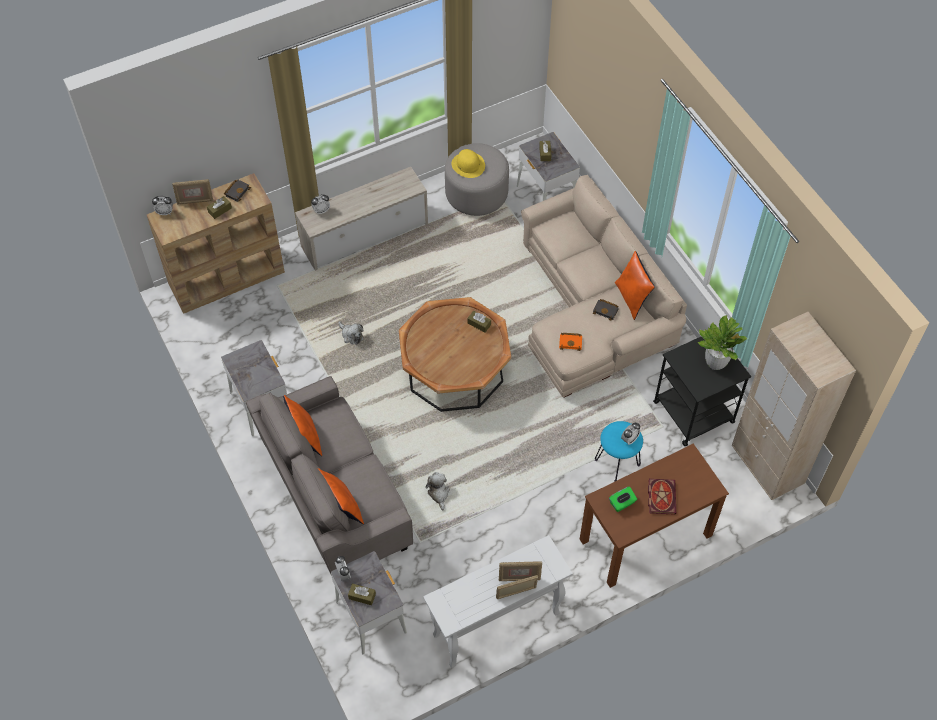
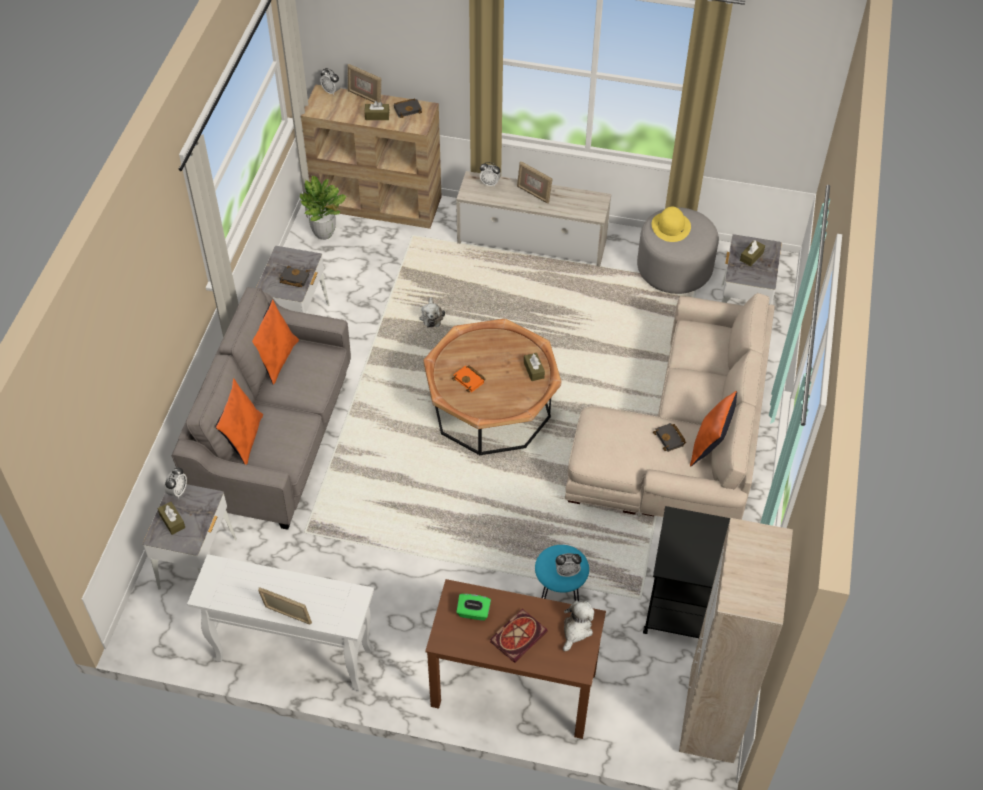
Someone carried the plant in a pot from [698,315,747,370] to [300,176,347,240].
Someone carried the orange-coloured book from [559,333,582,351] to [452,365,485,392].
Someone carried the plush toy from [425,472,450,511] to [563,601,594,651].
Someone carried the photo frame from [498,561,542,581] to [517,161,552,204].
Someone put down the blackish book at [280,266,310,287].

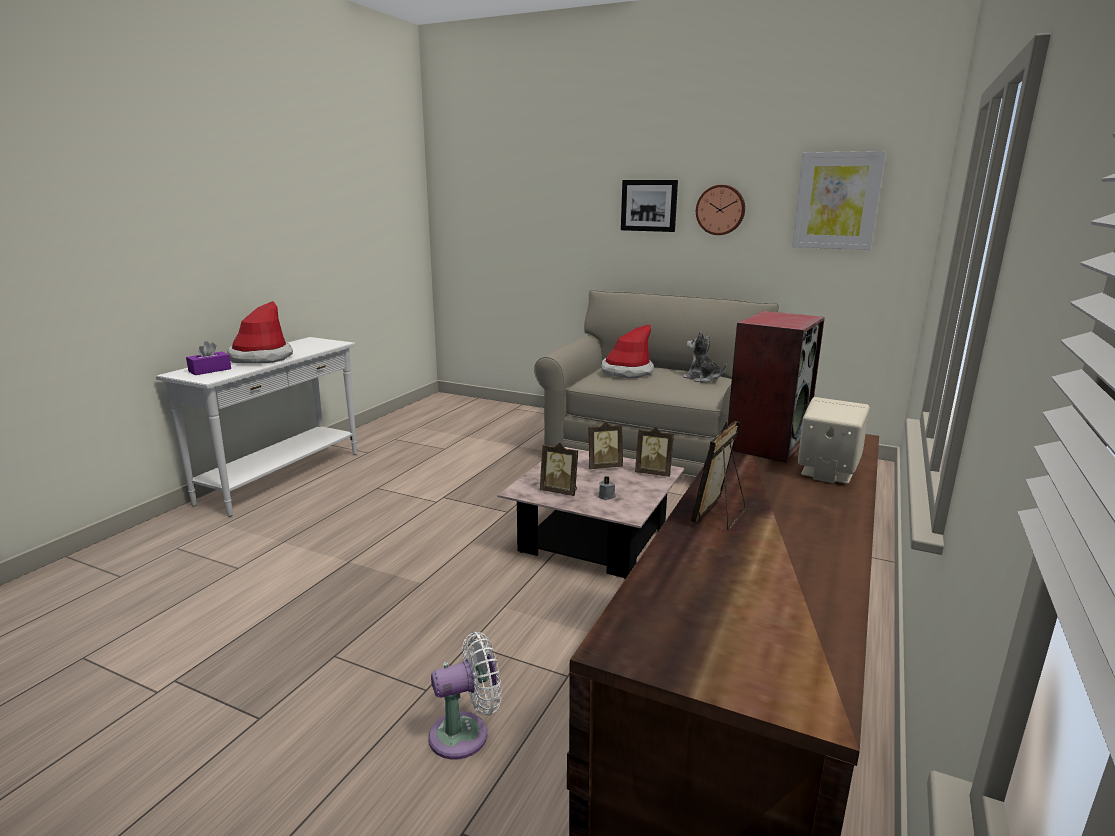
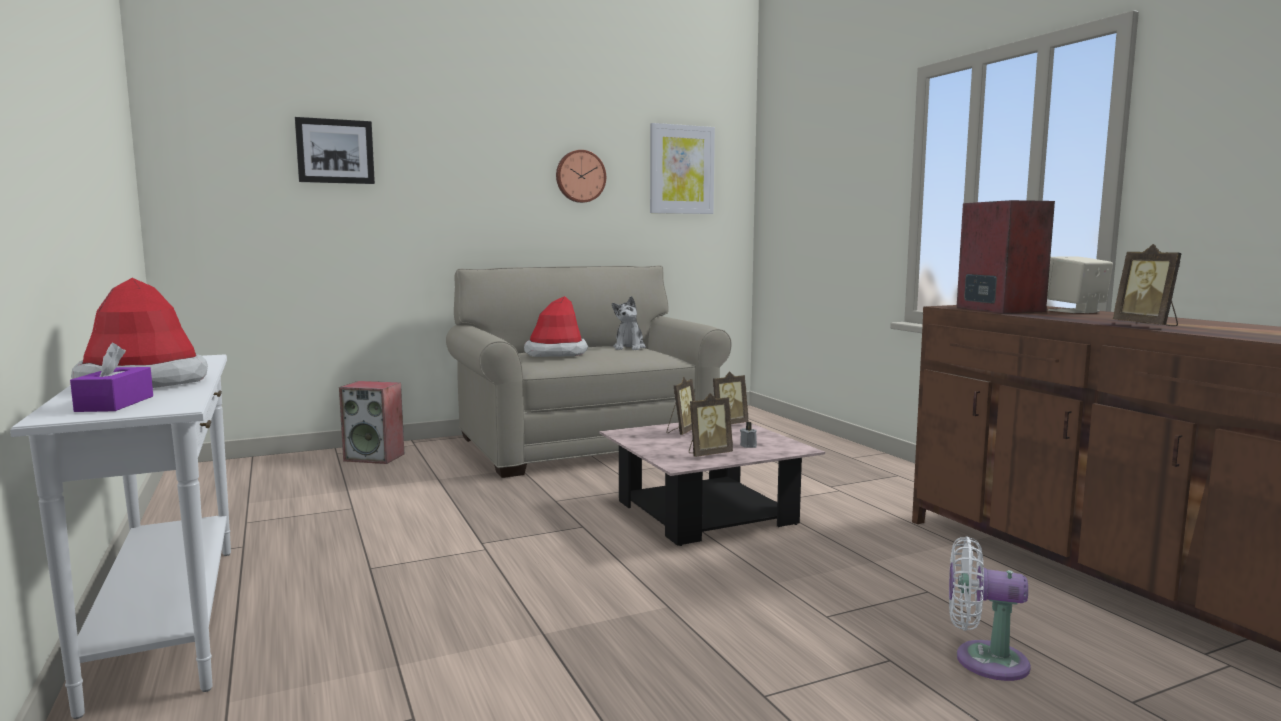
Someone carried the wall art from [621,180,678,232] to [295,117,375,184].
Someone rotated the plush toy at [683,331,727,383] by 75 degrees counterclockwise.
Someone rotated the white-coloured fan at [429,632,502,759] by 90 degrees counterclockwise.
Someone put down the speaker at [339,381,404,464].

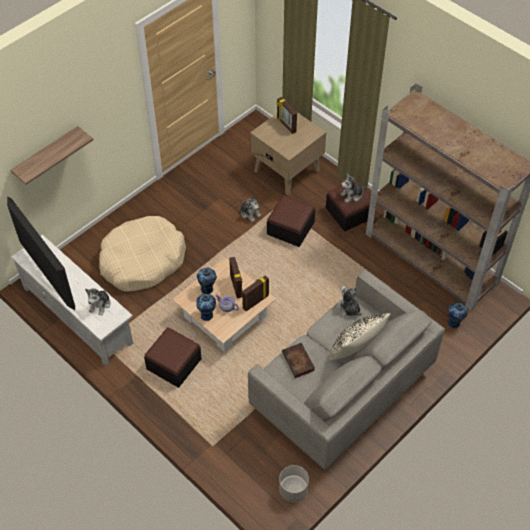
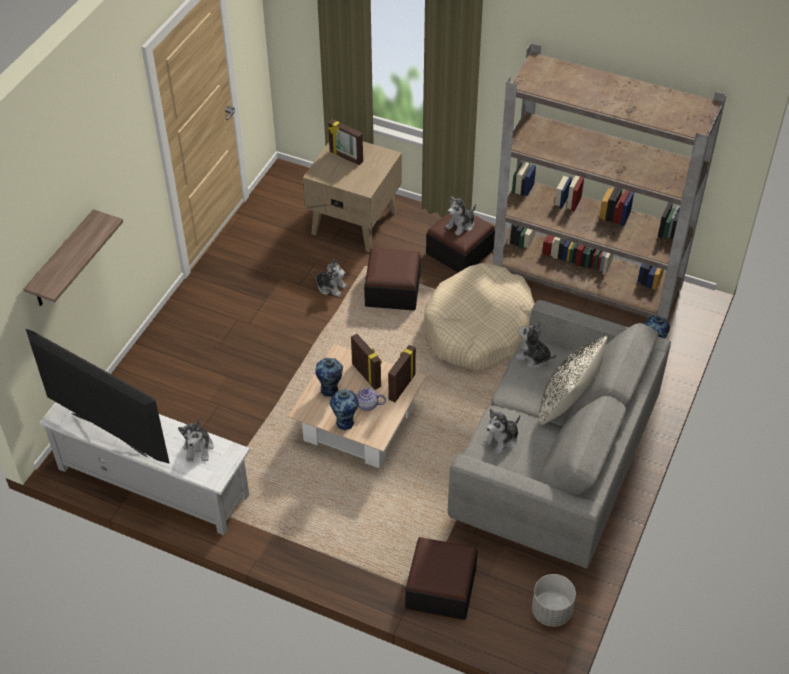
Someone carried the sand-coloured pet bed from [99,216,186,292] to [424,263,535,370].
Someone carried the pouffe from [144,327,202,387] to [405,537,478,620].
Someone swapped the book at [282,343,315,378] for the plush toy at [484,409,520,454].

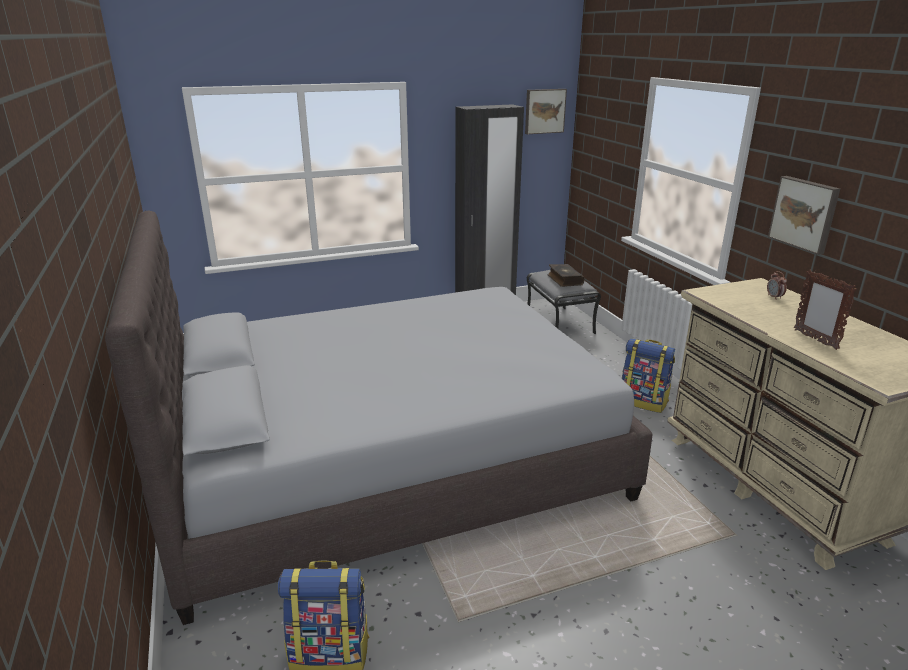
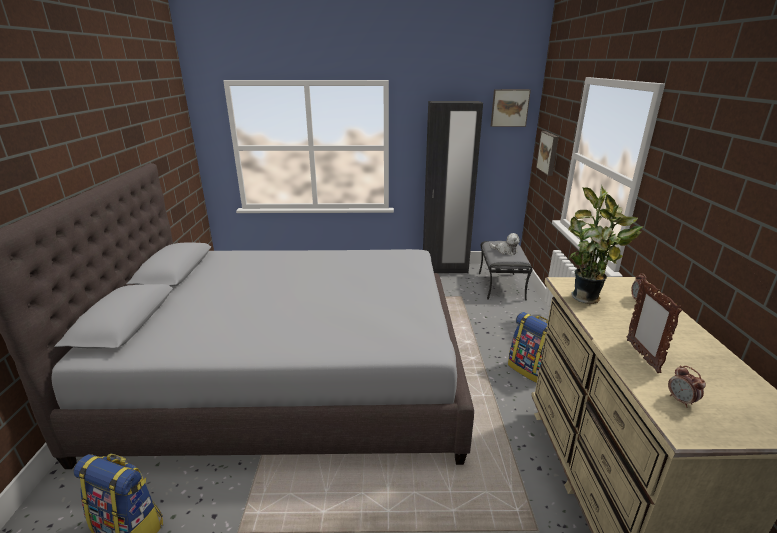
Someone carried the wall art from [768,176,840,255] to [536,131,559,176].
Someone swapped the book at [548,264,585,287] for the plush toy at [490,233,520,255].
Someone put down the plant in a pot at [568,185,643,304].
Someone put down the alarm clock at [668,365,706,408].

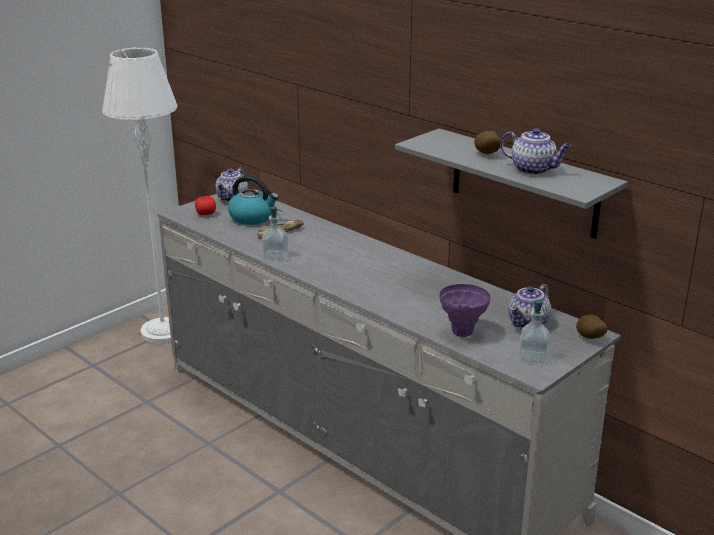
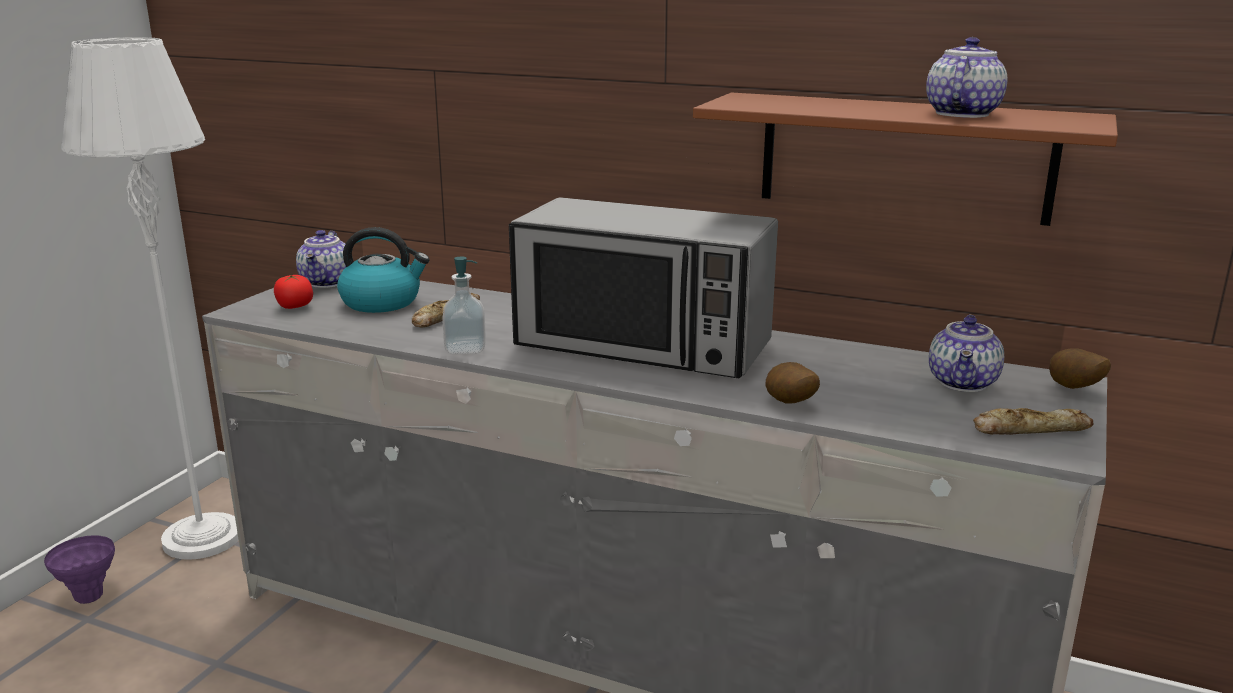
Someone repainted the gray wall shelf at [395,128,628,239], which became the brownish wall shelf at [693,93,1118,226].
Someone rotated the tea pot at [500,128,571,175] by 75 degrees counterclockwise.
Someone carried the whole potato from [474,131,501,154] to [766,362,820,404].
Someone carried the purple flower vase from [440,284,490,337] to [44,535,115,604].
Someone swapped the soap bottle at [519,299,550,364] for the baked bread at [973,408,1093,435].
Someone put down the microwave oven at [509,198,778,378].

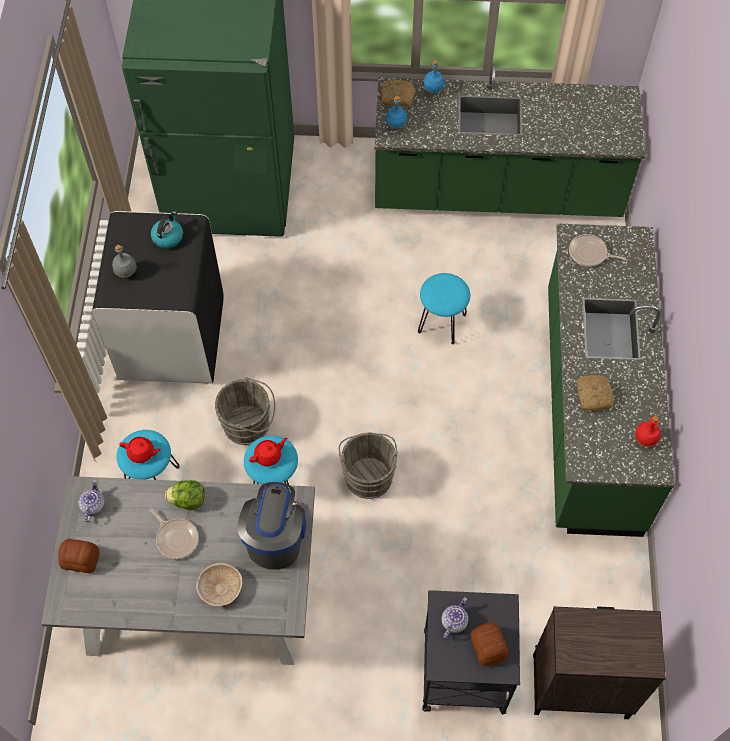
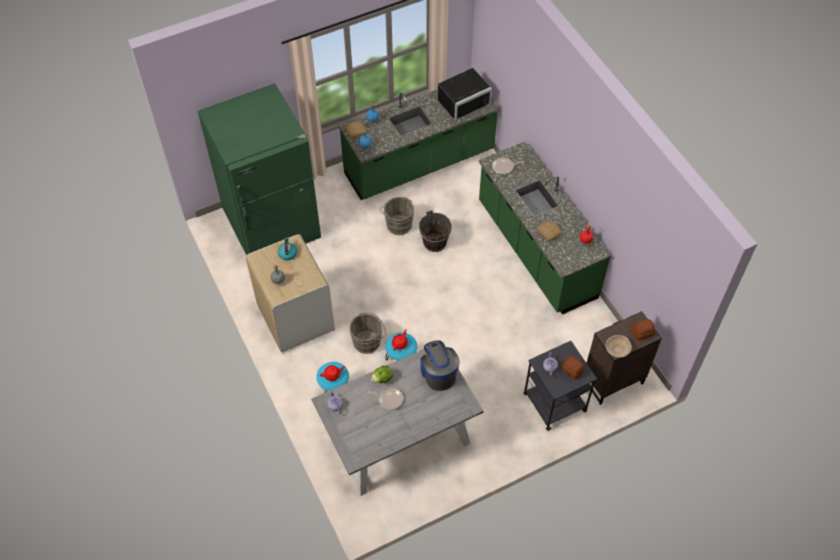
Someone repainted the blackish chest of drawers at [92,211,224,384], which became the sand-coloured chest of drawers at [246,234,335,353].
Someone swapped the turquoise stool at [418,273,470,345] for the brownish water bucket at [419,210,451,252].
Someone carried the gray water bucket from [339,433,398,499] to [380,197,414,235].
Someone carried the baked bread from [58,539,100,573] to [631,319,655,341].
Someone carried the sand-coloured bowl from [196,563,242,606] to [606,335,632,357].
Someone put down the blackish microwave oven at [437,68,492,121].

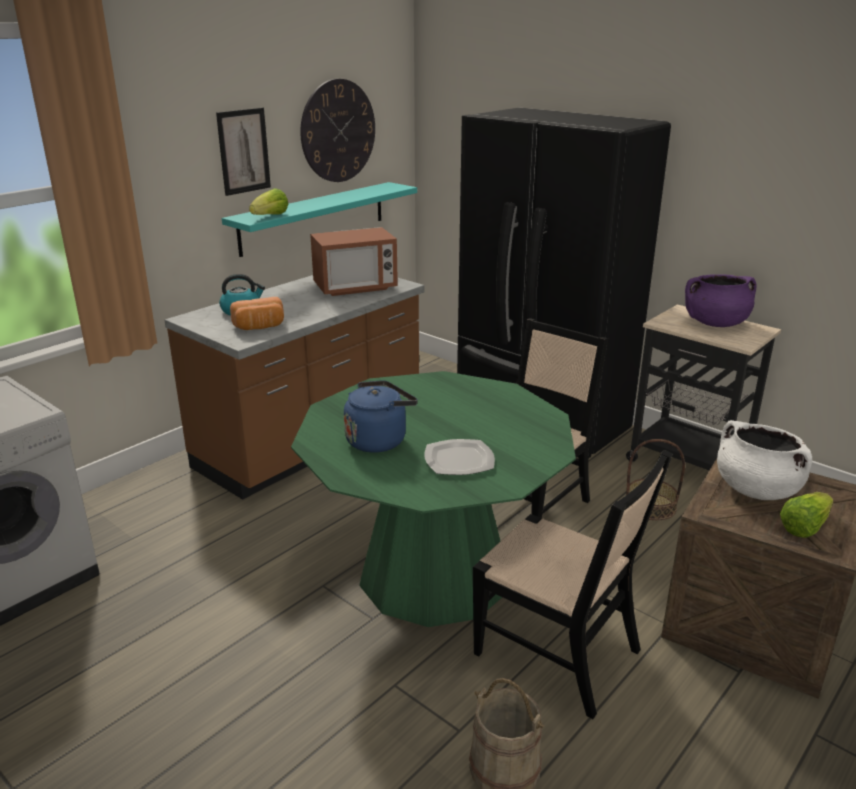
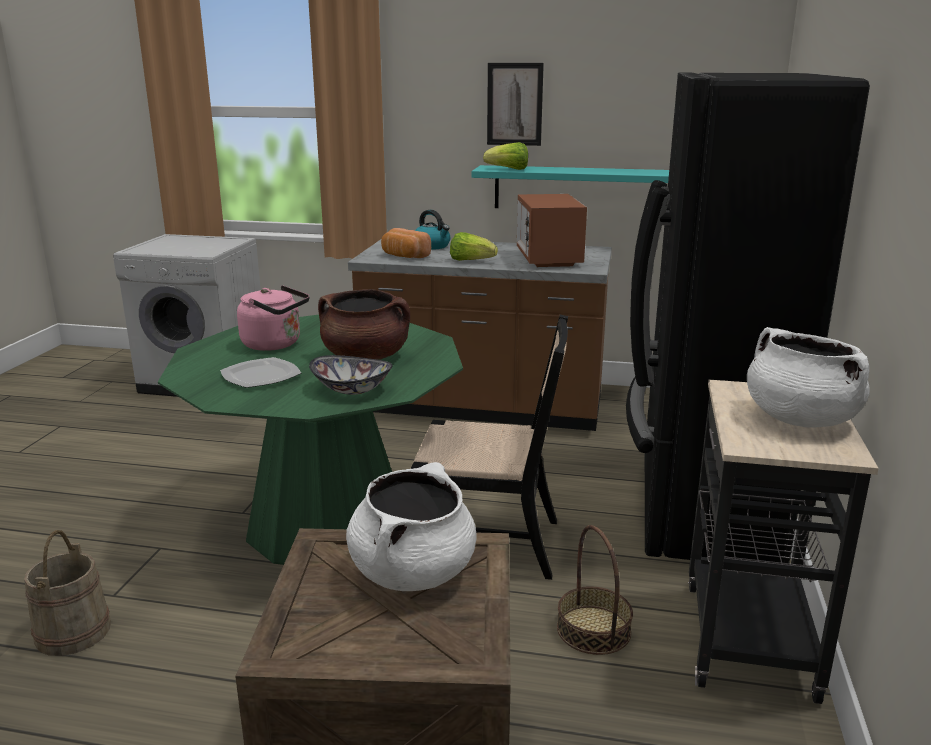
Someone took away the clock on the wall at [301,79,375,182].
Someone rotated the microwave oven at [310,227,398,296] by 45 degrees clockwise.
Someone repainted the purple cooking pot at [685,274,756,327], which became the white-coloured cooking pot at [747,327,870,428].
Someone repainted the blue water kettle at [344,380,418,453], which became the pinkish water kettle at [237,285,309,351].
Someone took away the plain chair at [473,450,673,719].
Someone carried the head of lettuce from [780,492,833,538] to [450,232,498,261].
Someone put down the brownish cooking pot at [318,289,410,360].
Someone put down the bowl at [309,355,393,395].

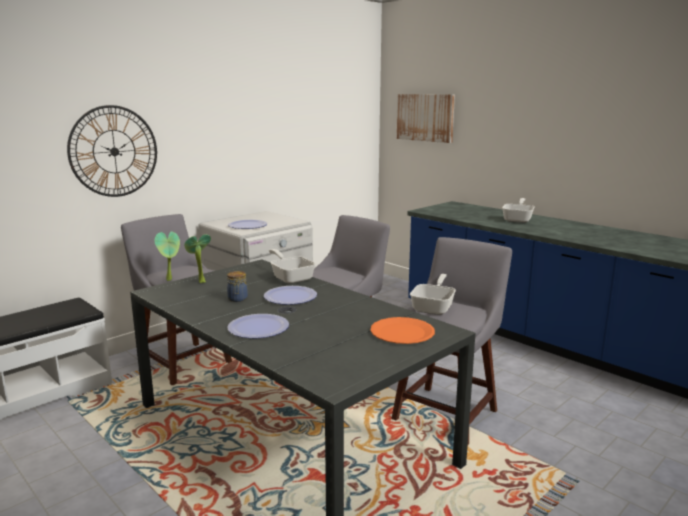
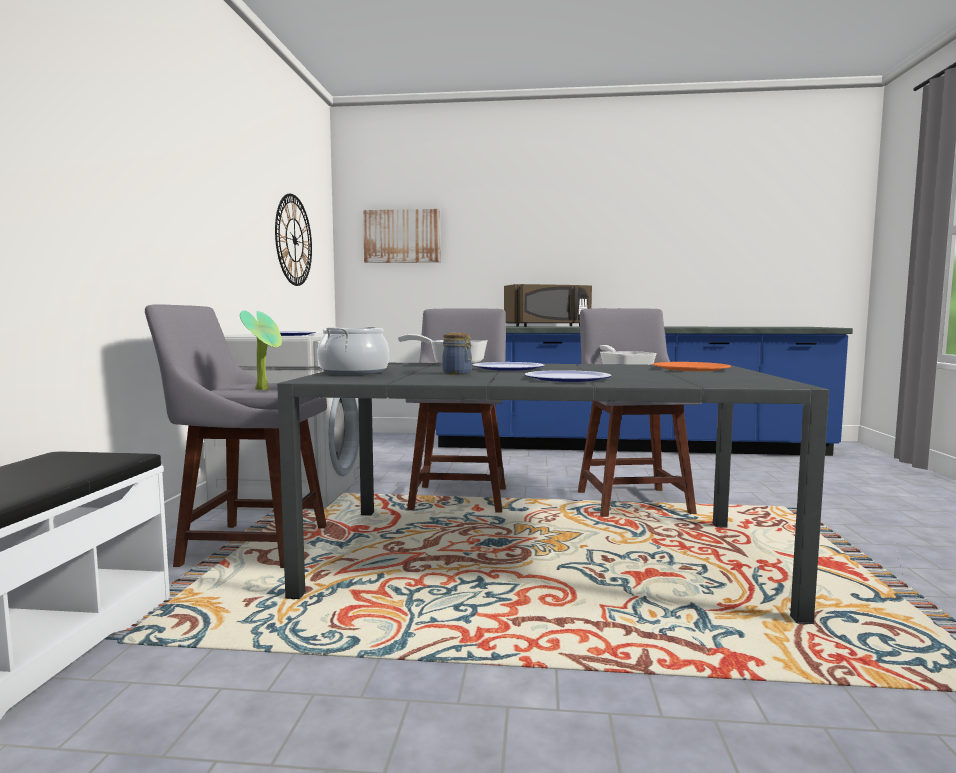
Someone carried the clock on the wall from [67,105,157,197] to [275,194,312,286].
Someone swapped the frying pan at [502,198,535,223] for the brownish microwave oven at [504,284,592,327].
Someone swapped the plant in a pot at [184,235,211,283] for the cooking pot at [318,326,389,375].

